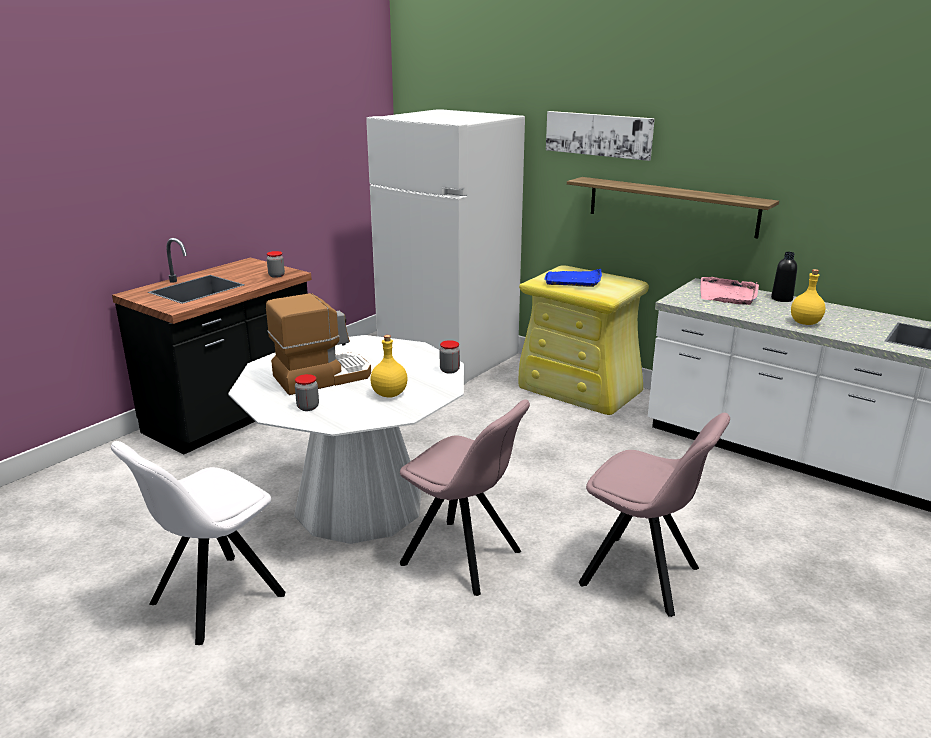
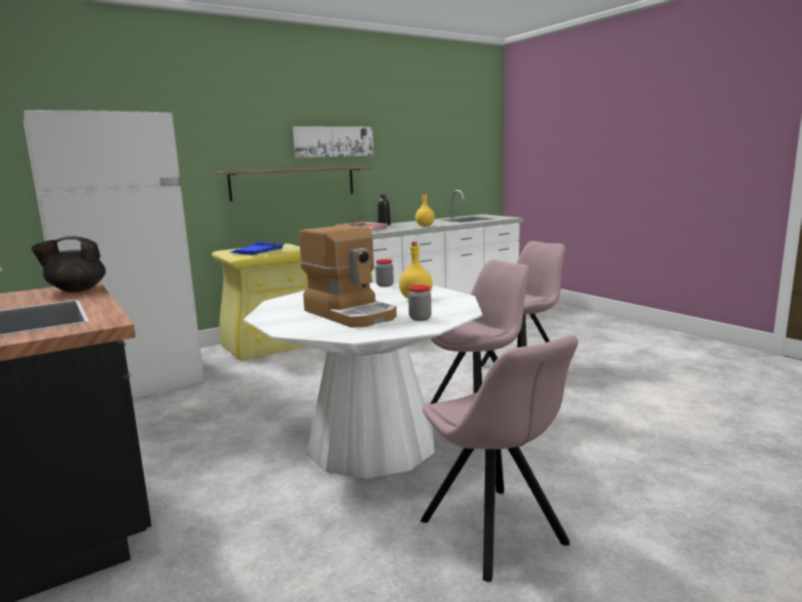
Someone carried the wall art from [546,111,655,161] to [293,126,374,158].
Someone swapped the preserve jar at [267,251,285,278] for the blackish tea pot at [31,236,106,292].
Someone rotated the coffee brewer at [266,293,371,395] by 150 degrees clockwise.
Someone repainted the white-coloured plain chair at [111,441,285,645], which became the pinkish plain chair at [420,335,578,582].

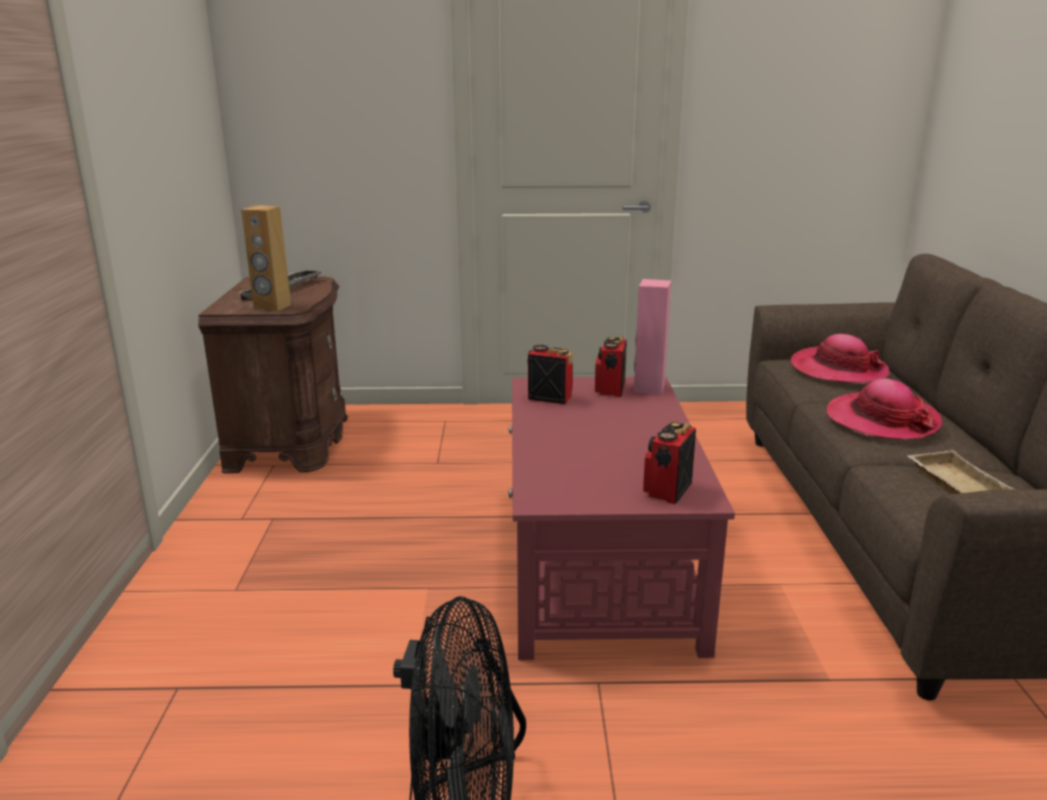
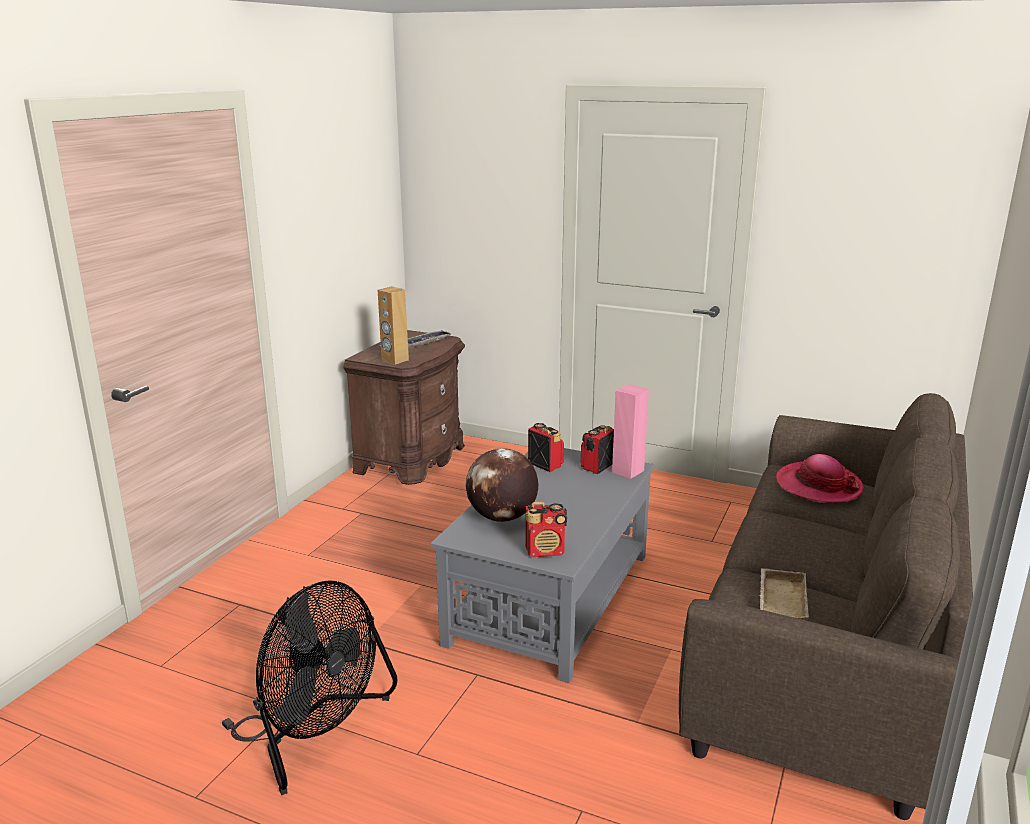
Someone repainted the reddish coffee table at [508,377,735,660], which became the gray coffee table at [431,448,655,683].
Someone took away the wearable hat at [826,378,943,440].
Someone rotated the radio at [643,422,696,504] by 150 degrees counterclockwise.
Someone put down the world globe at [466,448,538,522].

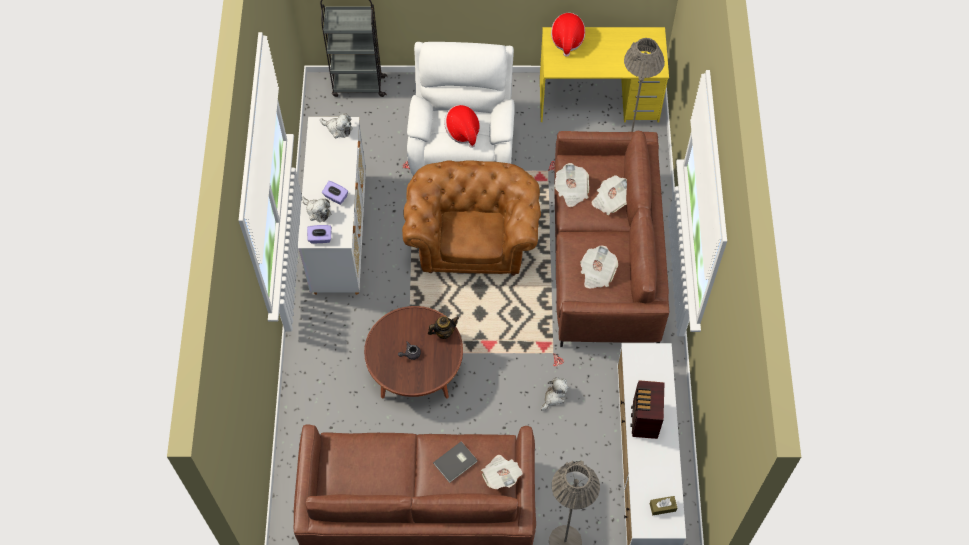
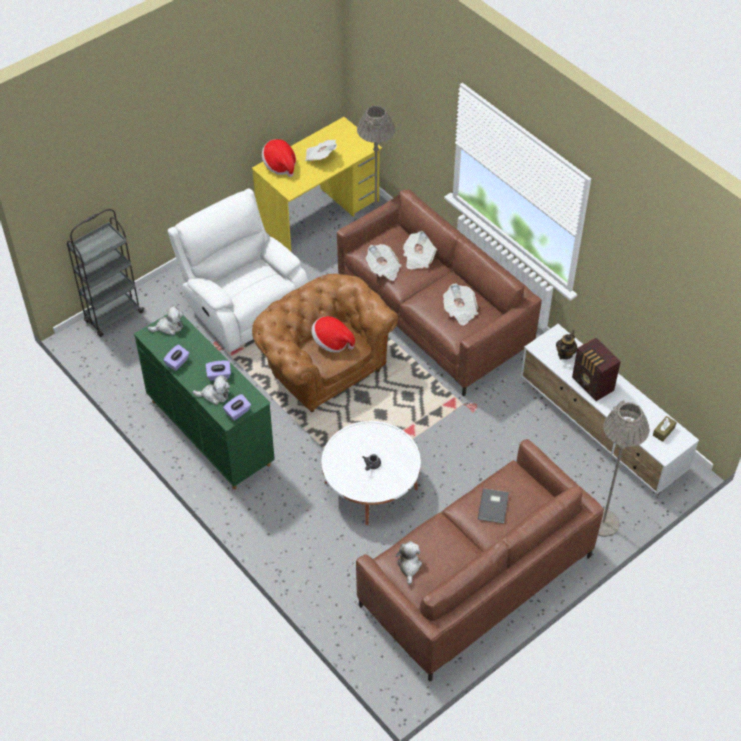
Someone carried the wearable hat from [444,105,480,148] to [311,316,355,352].
Someone repainted the white-coloured storage cabinet at [298,117,366,295], which became the green-coloured storage cabinet at [134,314,275,489].
Someone repainted the brownish coffee table at [364,306,463,399], which became the white-coloured coffee table at [321,421,421,525].
Someone carried the tea pot from [428,316,459,339] to [556,330,577,359].
Someone carried the plush toy from [541,377,569,411] to [396,541,422,585].
Someone carried the daily paper from [481,455,523,489] to [305,140,337,161].
Someone put down the purple tissue holder at [163,345,189,371].

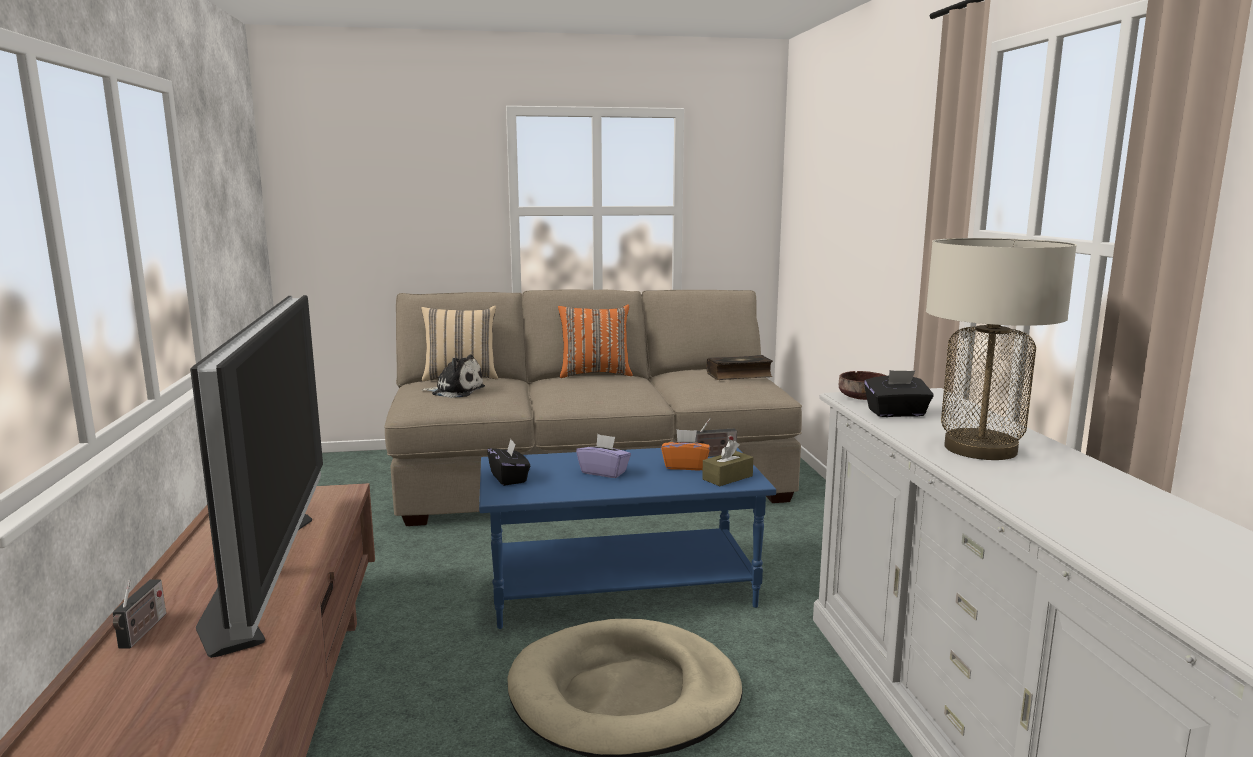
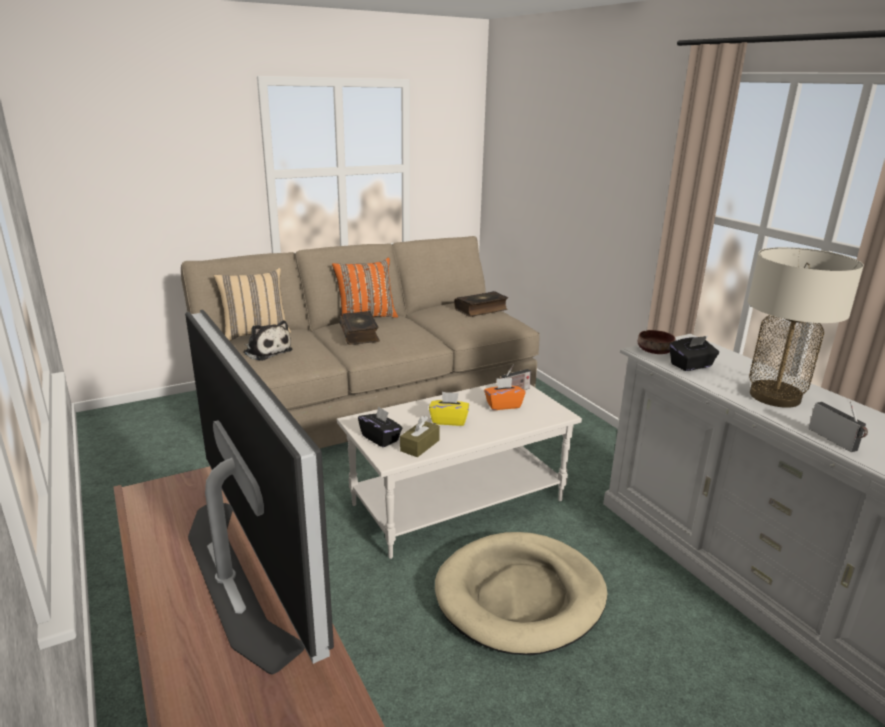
Someone rotated the plush toy at [421,354,485,398] by 45 degrees clockwise.
Someone repainted the purple tissue holder at [576,434,631,478], which became the yellowish tissue holder at [429,392,469,426].
Someone carried the brownish tissue holder from [702,440,753,486] to [400,416,440,457].
Someone repainted the blue coffee table at [479,448,776,629], which became the white-coloured coffee table at [337,383,582,559].
Someone carried the radio from [113,579,166,649] to [809,401,868,452].
Someone put down the book at [339,311,380,345].

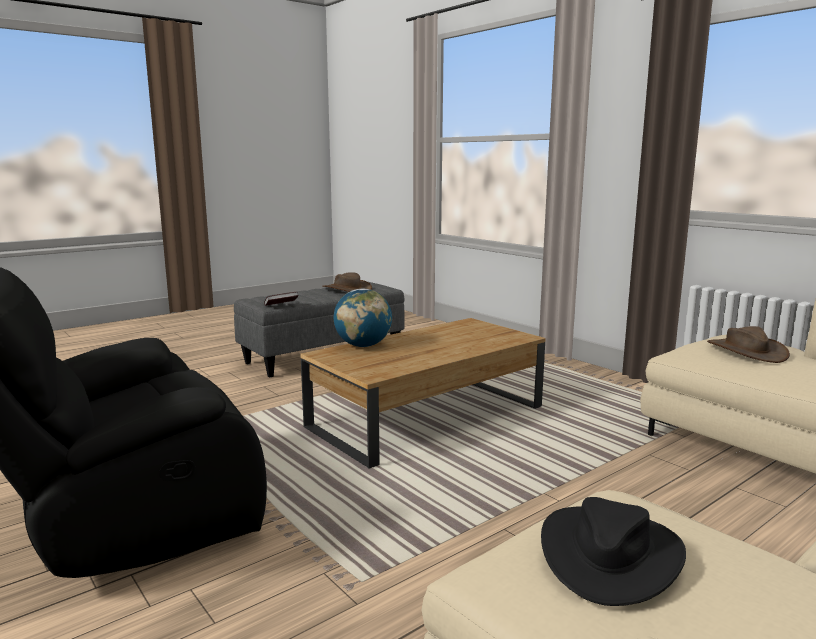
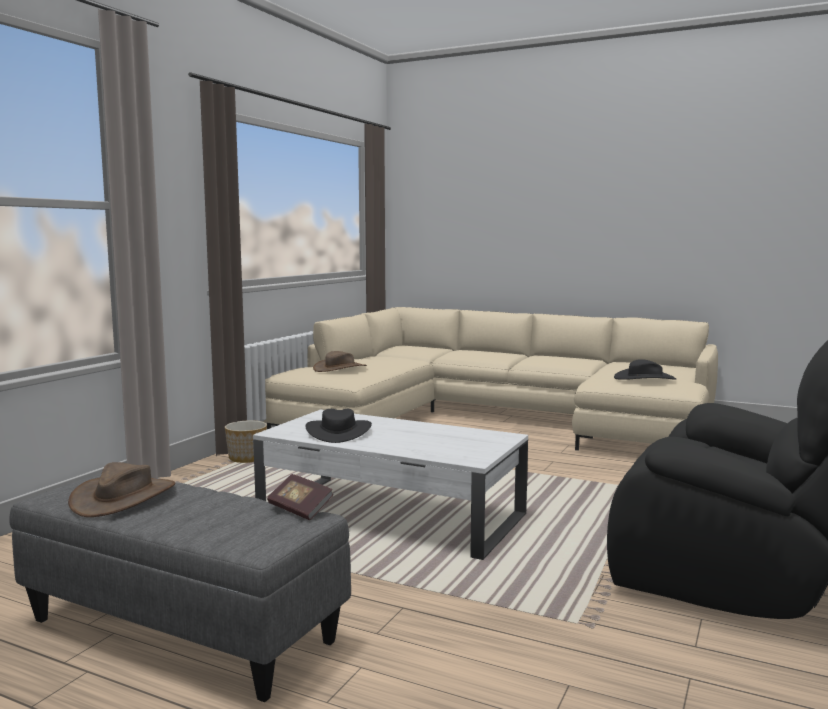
Someone took away the world globe at [334,289,392,347].
Someone repainted the brownish coffee table at [300,318,546,469], which became the white-coloured coffee table at [253,409,528,560].
Someone put down the blackish wearable hat at [305,409,372,443].
Someone put down the plant pot at [225,420,267,463].

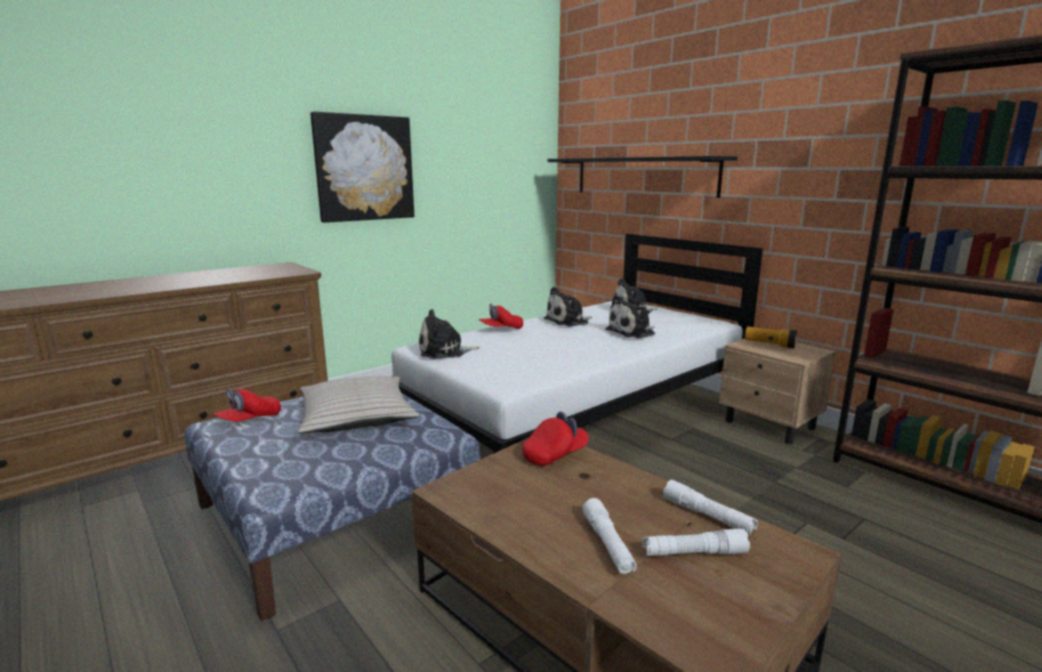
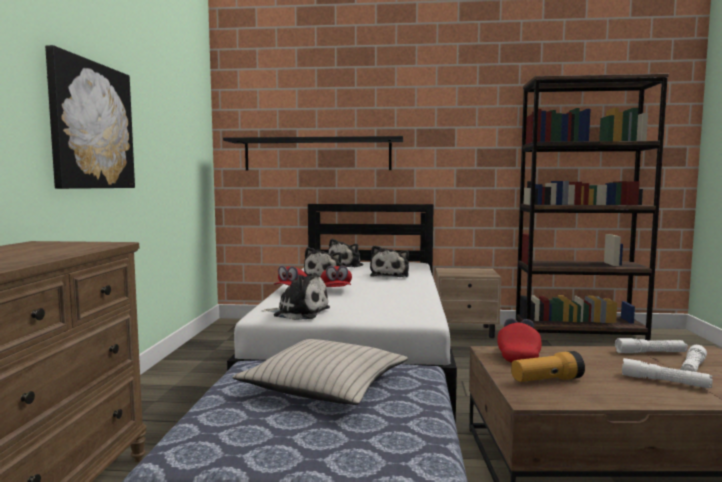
Someone rotated the plush toy at [419,309,480,359] by 105 degrees counterclockwise.
Someone carried the torch from [745,327,797,348] to [511,351,585,382].
Someone carried the reddish peaked cap from [214,388,281,421] to [321,266,352,287].

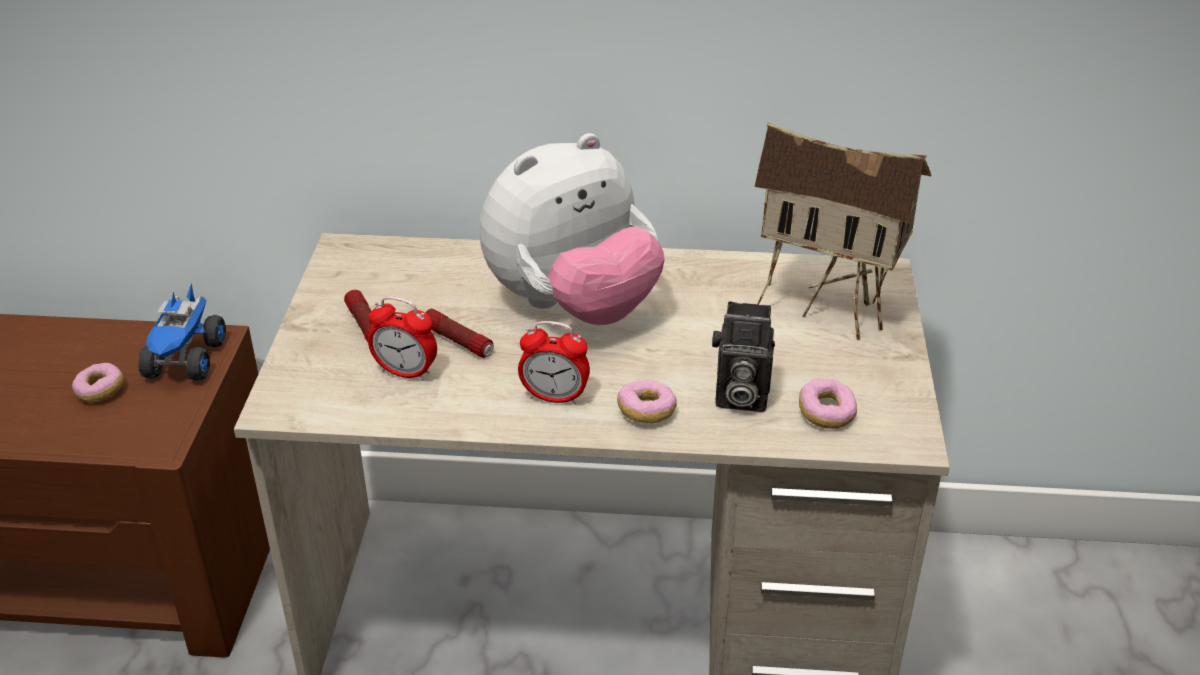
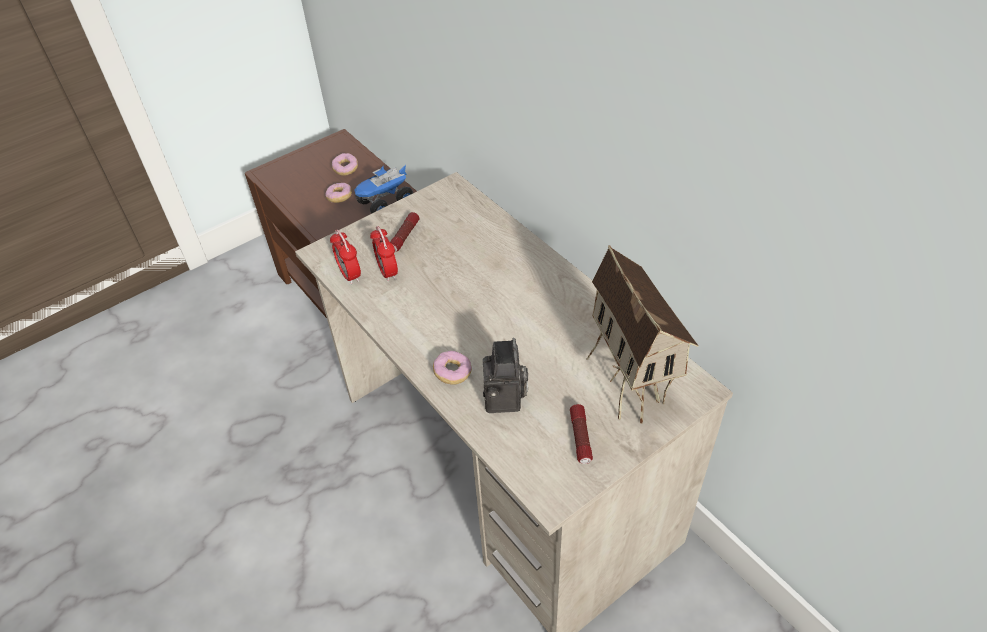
Someone took away the plush toy at [480,133,665,325].
Someone rotated the photo camera at [712,301,775,412] by 150 degrees counterclockwise.
Someone carried the torch from [425,309,494,358] to [570,404,593,464].
Someone carried the alarm clock from [518,321,590,405] to [330,230,361,285].
Someone carried the ring doughnut from [799,378,857,429] to [332,153,358,176].

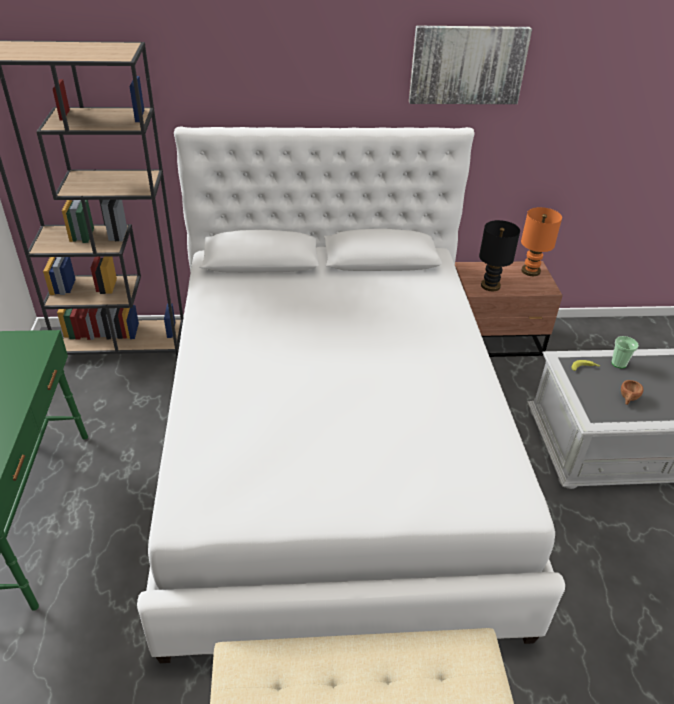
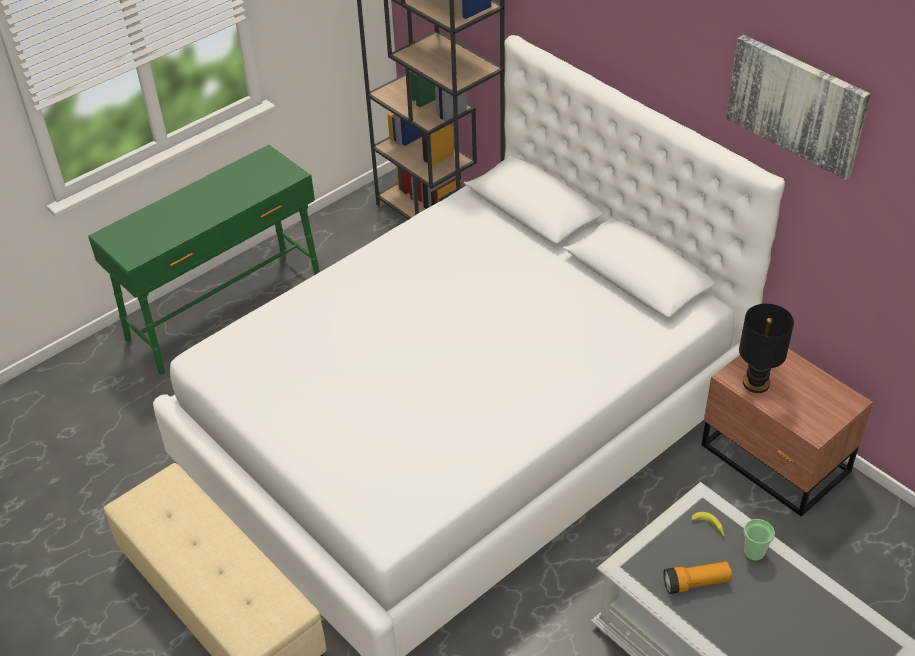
Someone took away the orange-coloured tabletop lamp at [521,207,562,276].
Someone swapped the brownish small cup at [621,380,643,405] for the torch at [663,562,732,594].

